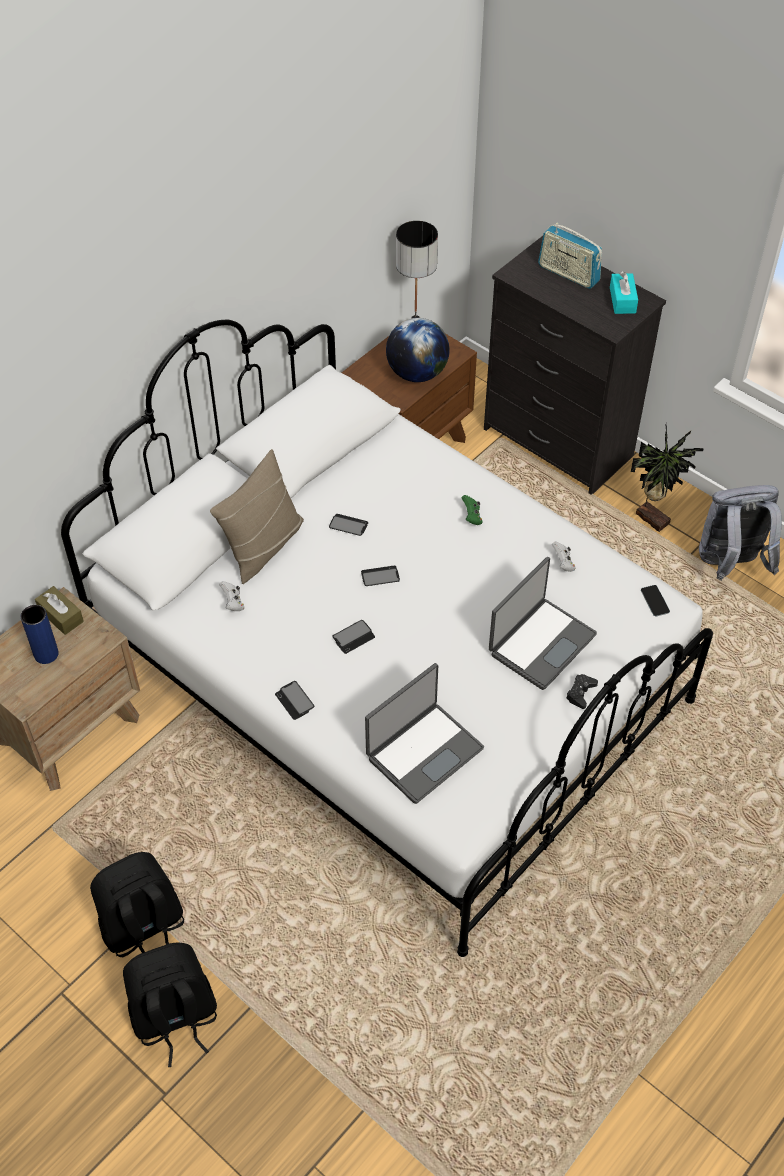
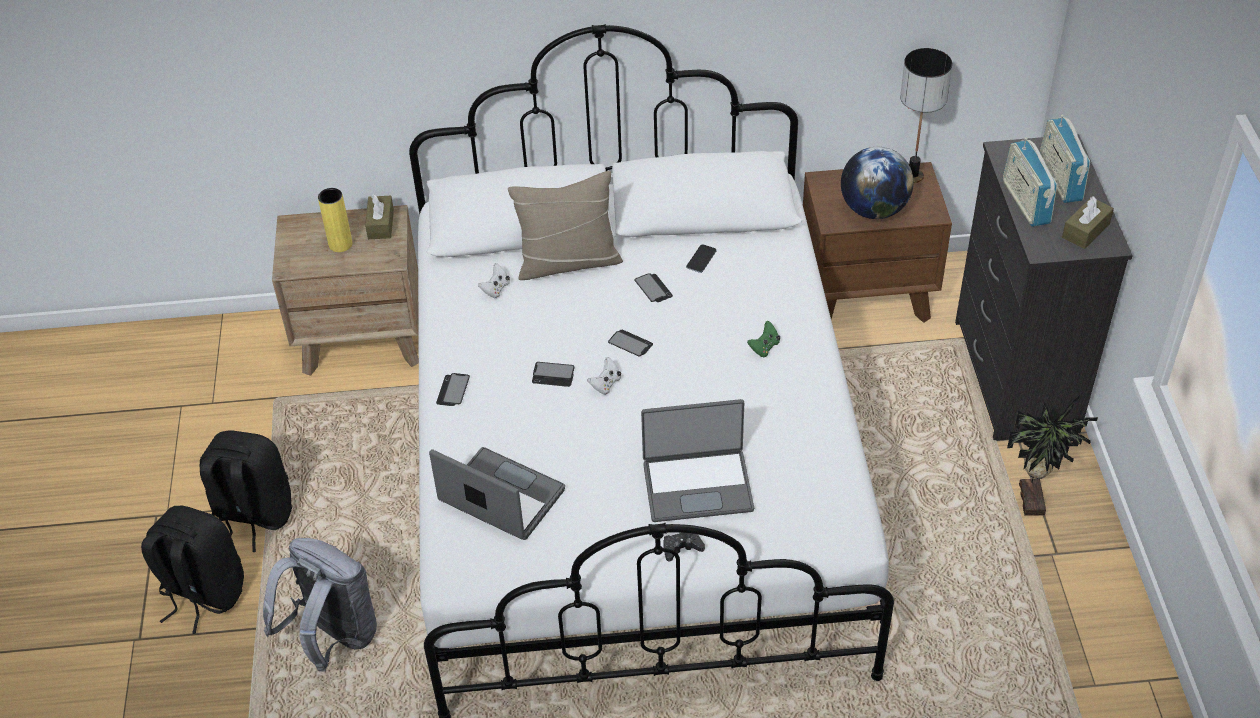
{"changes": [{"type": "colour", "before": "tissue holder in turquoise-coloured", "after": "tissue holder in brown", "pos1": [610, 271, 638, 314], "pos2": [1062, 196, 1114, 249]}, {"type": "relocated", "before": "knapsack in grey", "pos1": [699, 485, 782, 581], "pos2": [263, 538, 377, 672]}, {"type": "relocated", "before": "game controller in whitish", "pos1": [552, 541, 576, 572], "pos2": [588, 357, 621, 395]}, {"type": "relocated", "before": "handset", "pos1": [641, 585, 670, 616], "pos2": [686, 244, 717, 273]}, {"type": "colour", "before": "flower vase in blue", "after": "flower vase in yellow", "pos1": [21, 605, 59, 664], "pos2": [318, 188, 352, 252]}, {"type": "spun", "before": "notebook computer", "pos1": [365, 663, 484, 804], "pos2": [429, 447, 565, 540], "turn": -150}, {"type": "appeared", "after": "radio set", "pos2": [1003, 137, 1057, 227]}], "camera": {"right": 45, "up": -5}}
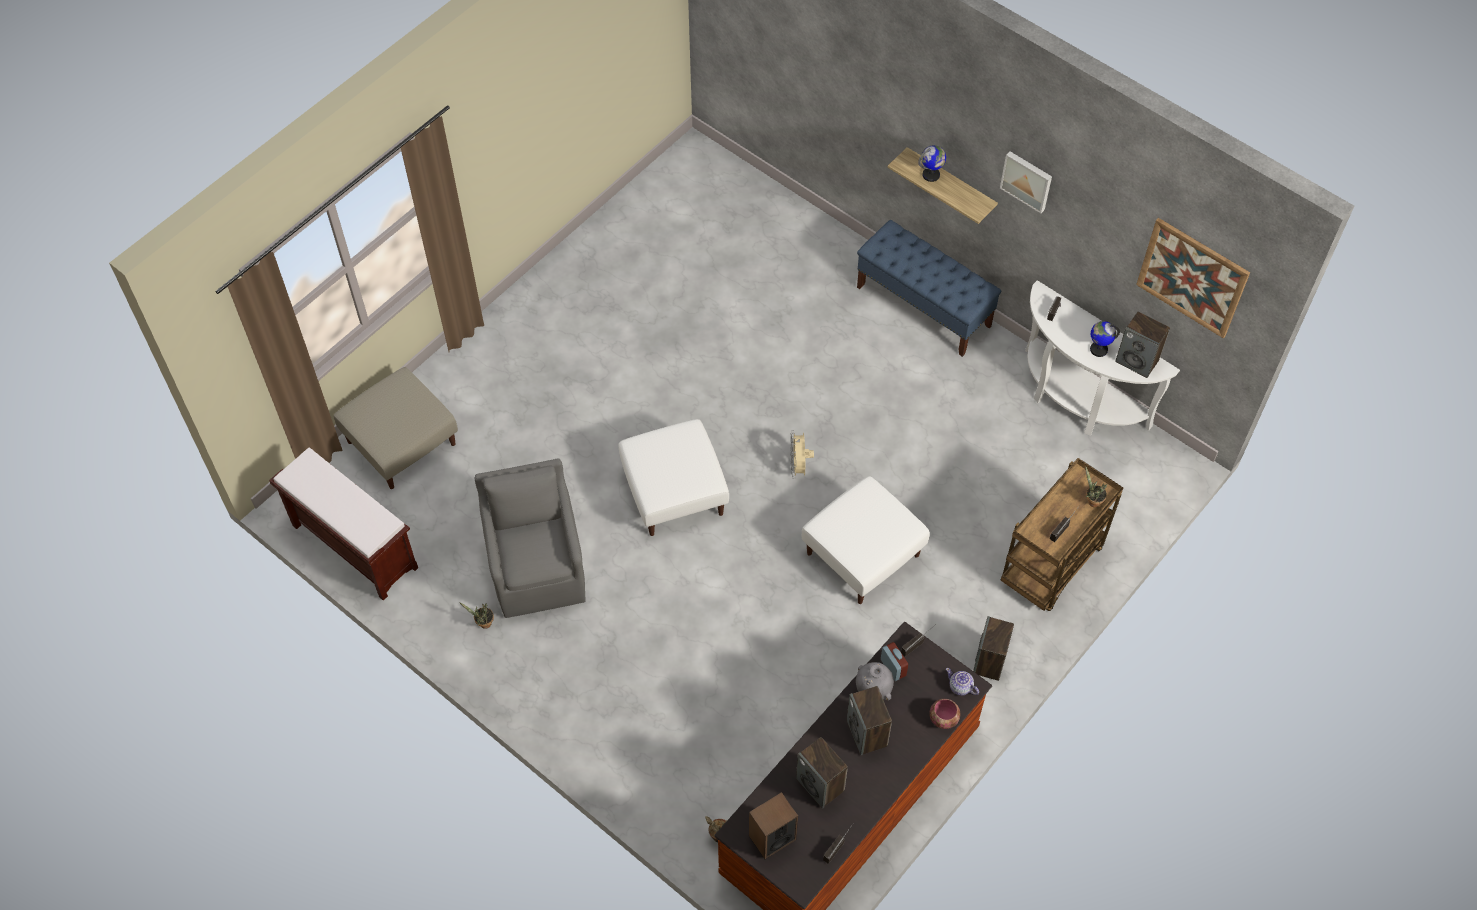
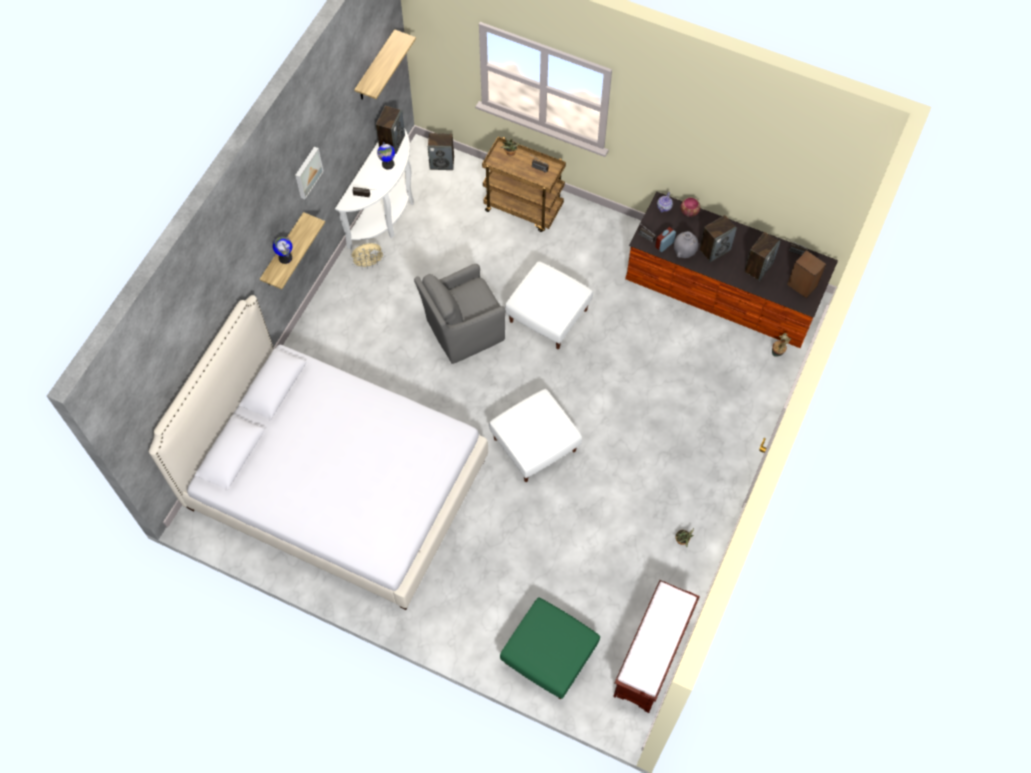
{"changes": [{"type": "exchanged", "before": "wall art", "after": "bracket shelf", "pos1": [1136, 218, 1250, 338], "pos2": [354, 29, 416, 99]}, {"type": "missing", "before": "bench in blue", "pos1": [857, 220, 1002, 357]}, {"type": "colour", "before": "ottoman in sand-coloured", "after": "ottoman in greenish", "pos1": [333, 367, 458, 489], "pos2": [500, 597, 600, 699]}, {"type": "relocated", "before": "electric fan in sand-coloured", "pos1": [790, 430, 814, 479], "pos2": [351, 243, 385, 269]}, {"type": "relocated", "before": "easy chair in grey", "pos1": [475, 458, 586, 618], "pos2": [414, 264, 506, 364]}, {"type": "relocated", "before": "loudspeaker", "pos1": [973, 616, 1014, 681], "pos2": [428, 133, 454, 170]}, {"type": "appeared", "after": "bedroom bed in whitish", "pos2": [149, 295, 488, 610]}], "camera": {"right": -105, "up": 5}}
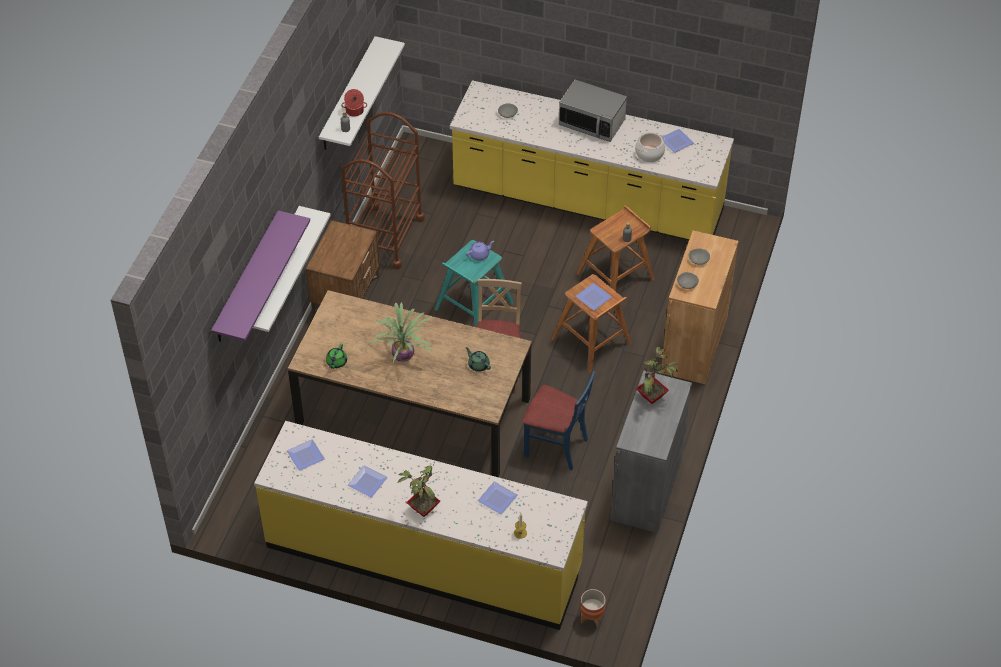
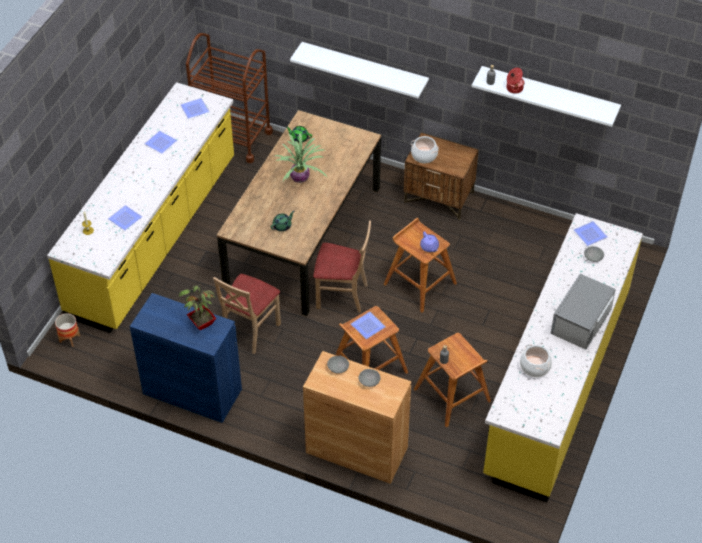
{"changes": [{"type": "relocated", "before": "trolley in brown", "pos1": [341, 112, 425, 269], "pos2": [186, 33, 273, 163]}, {"type": "relocated", "before": "plate", "pos1": [662, 129, 694, 153], "pos2": [574, 221, 607, 246]}, {"type": "missing", "before": "bracket shelf in purple-coloured", "pos1": [211, 211, 310, 342]}, {"type": "colour", "before": "stool seat in turquoise-coloured", "after": "stool seat in brown", "pos1": [435, 240, 514, 327], "pos2": [384, 218, 457, 312]}, {"type": "colour", "before": "upright chair in blue", "after": "upright chair in sand-coloured", "pos1": [522, 371, 595, 470], "pos2": [213, 274, 281, 354]}, {"type": "colour", "before": "cabinet in grey", "after": "cabinet in blue", "pos1": [610, 371, 692, 533], "pos2": [130, 293, 242, 423]}, {"type": "missing", "before": "plant in a pot", "pos1": [397, 463, 440, 517]}, {"type": "appeared", "after": "cooking pot", "pos2": [411, 136, 439, 163]}], "camera": {"right": 95, "up": 0}}
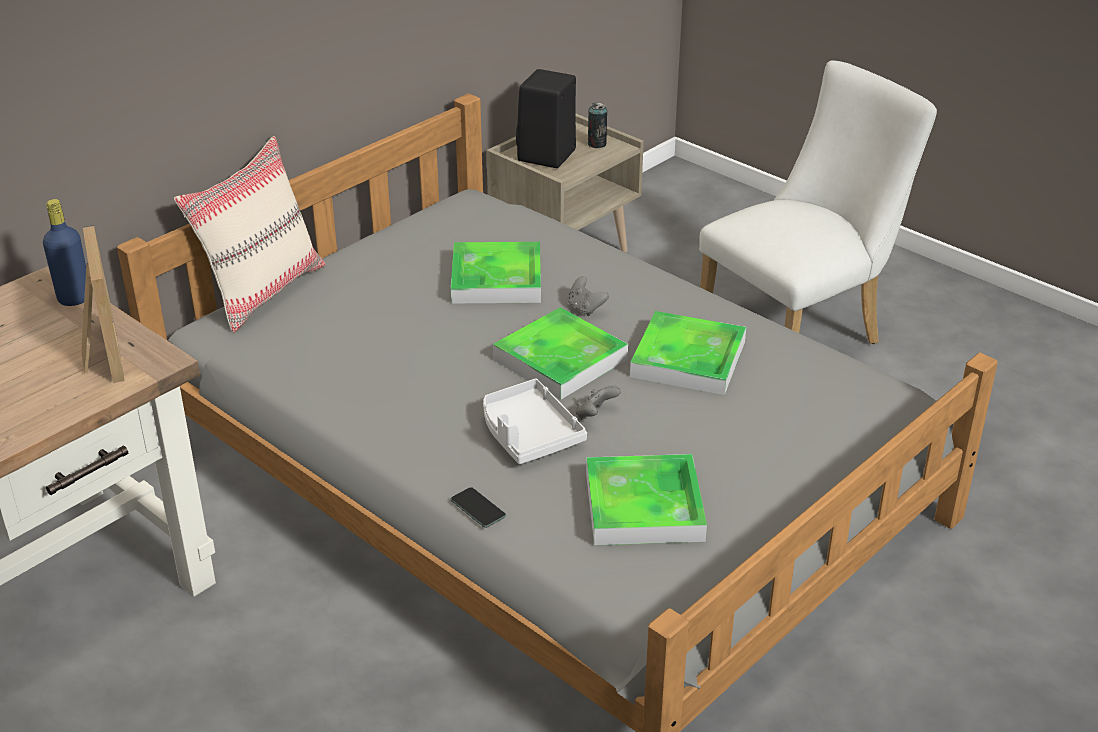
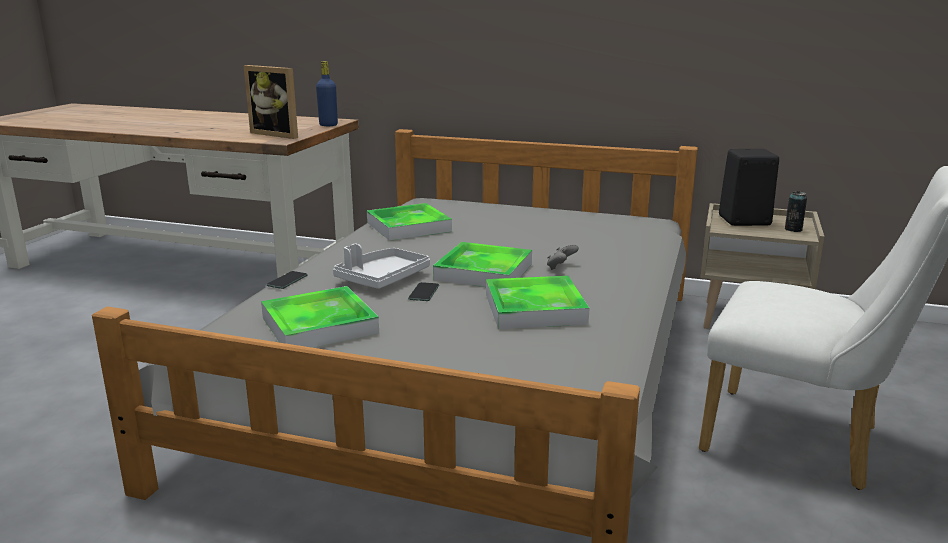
{"changes": [{"type": "missing", "before": "pillow in sand-coloured", "pos1": [174, 136, 325, 333]}, {"type": "spun", "before": "picture frame", "pos1": [81, 225, 125, 383], "pos2": [243, 65, 298, 139], "turn": 75}, {"type": "relocated", "before": "carrying tray", "pos1": [451, 242, 541, 303], "pos2": [367, 203, 452, 241]}, {"type": "exchanged", "before": "game controller in grey", "after": "handset", "pos1": [576, 386, 621, 420], "pos2": [408, 282, 439, 301]}], "camera": {"right": 65, "up": -15}}
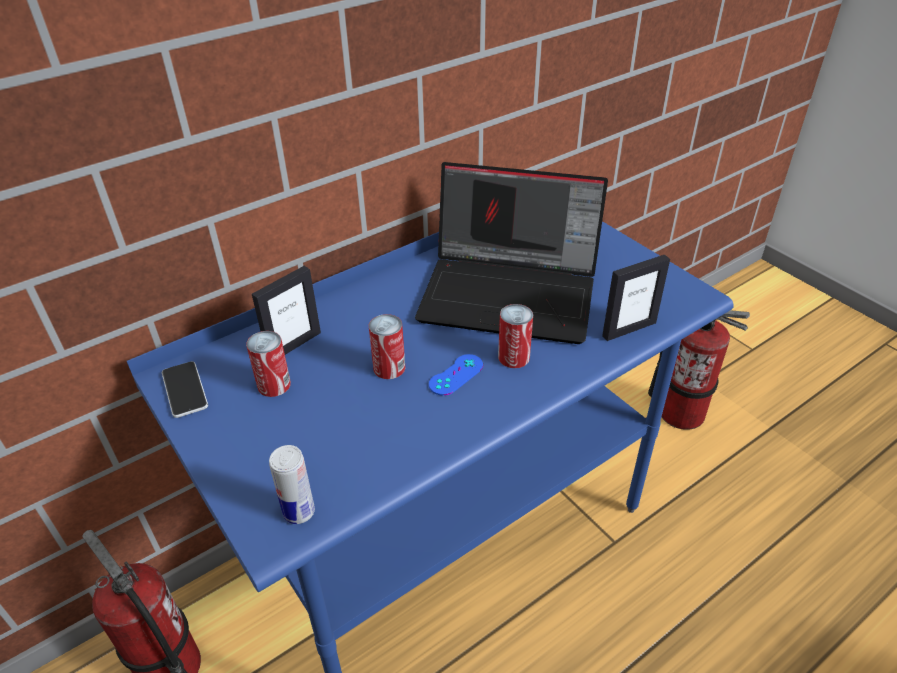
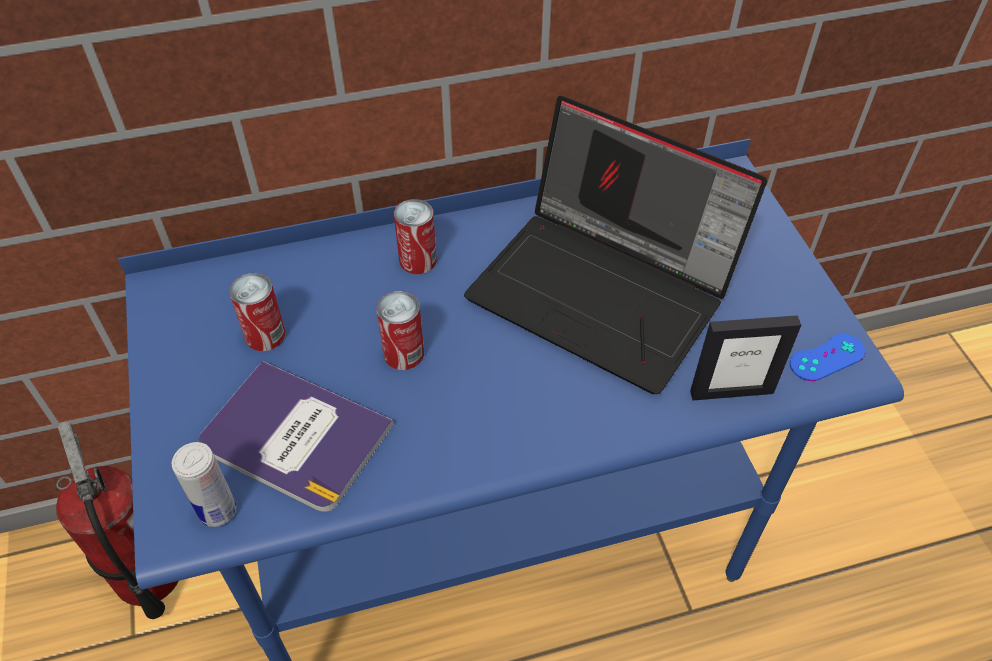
{"changes": [{"type": "missing", "before": "picture frame", "pos1": [252, 266, 321, 355]}, {"type": "relocated", "before": "can", "pos1": [498, 304, 533, 368], "pos2": [394, 199, 437, 274]}, {"type": "missing", "before": "extinguisher", "pos1": [648, 310, 750, 430]}, {"type": "relocated", "before": "game controller in blue", "pos1": [429, 354, 483, 396], "pos2": [790, 334, 865, 381]}, {"type": "missing", "before": "handset", "pos1": [162, 361, 208, 418]}, {"type": "appeared", "after": "book", "pos2": [198, 361, 393, 512]}], "camera": {"right": 20, "up": 10}}
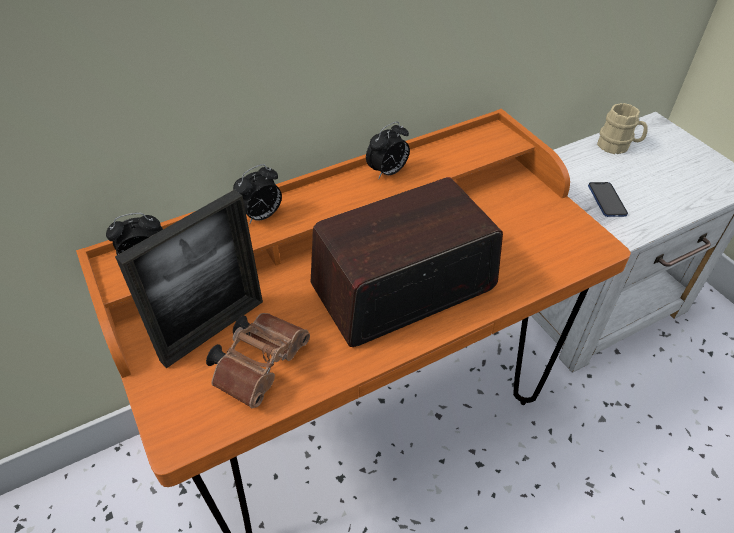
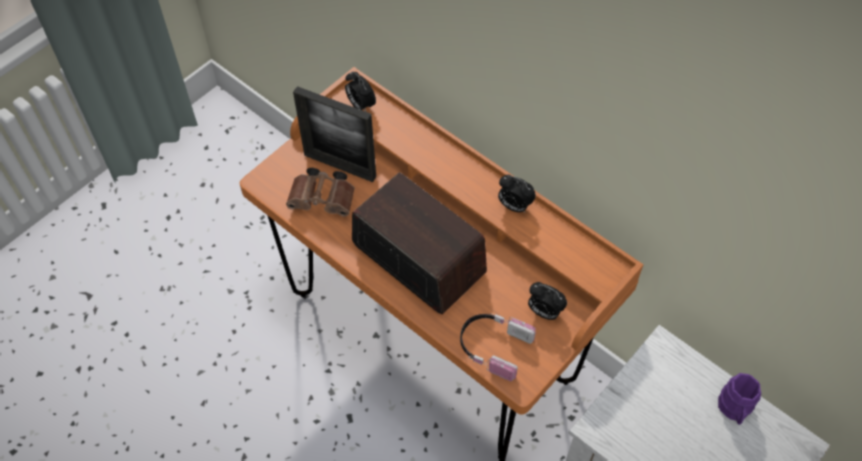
{"changes": [{"type": "colour", "before": "coffee mug in sand-coloured", "after": "coffee mug in purple-coloured", "pos1": [597, 103, 648, 154], "pos2": [718, 373, 761, 425]}, {"type": "relocated", "before": "alarm clock", "pos1": [233, 164, 282, 224], "pos2": [528, 282, 567, 320]}, {"type": "missing", "before": "handset", "pos1": [588, 182, 628, 217]}, {"type": "appeared", "after": "headphones", "pos2": [460, 313, 536, 381]}], "camera": {"right": 70, "up": 10}}
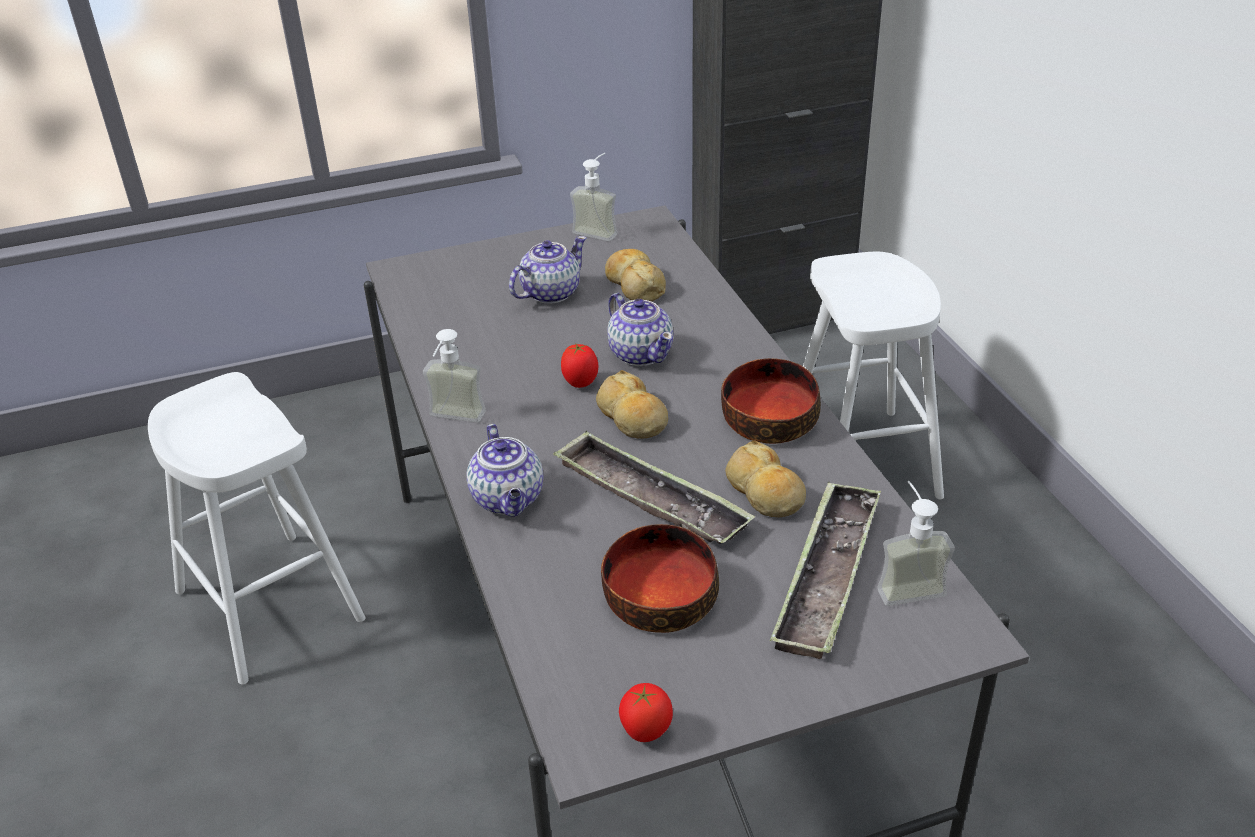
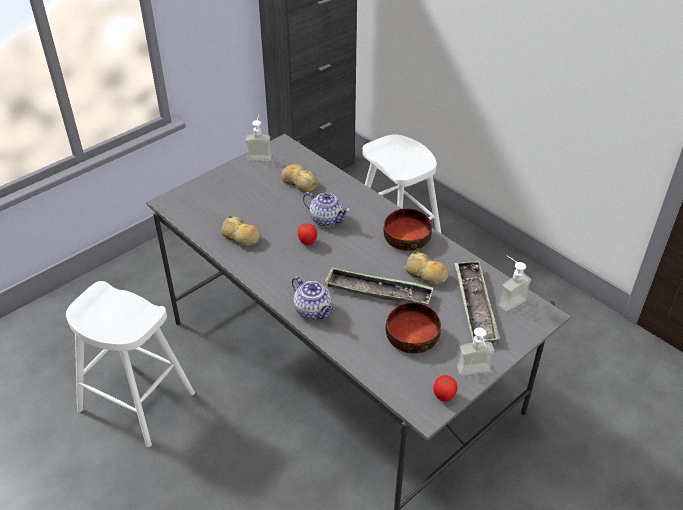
{"changes": [{"type": "missing", "before": "tea pot", "pos1": [509, 236, 587, 304]}, {"type": "relocated", "before": "soap dispenser", "pos1": [423, 329, 486, 423], "pos2": [457, 327, 494, 376]}, {"type": "relocated", "before": "bread", "pos1": [596, 370, 668, 439], "pos2": [220, 216, 261, 247]}], "camera": {"right": -25, "up": 5}}
